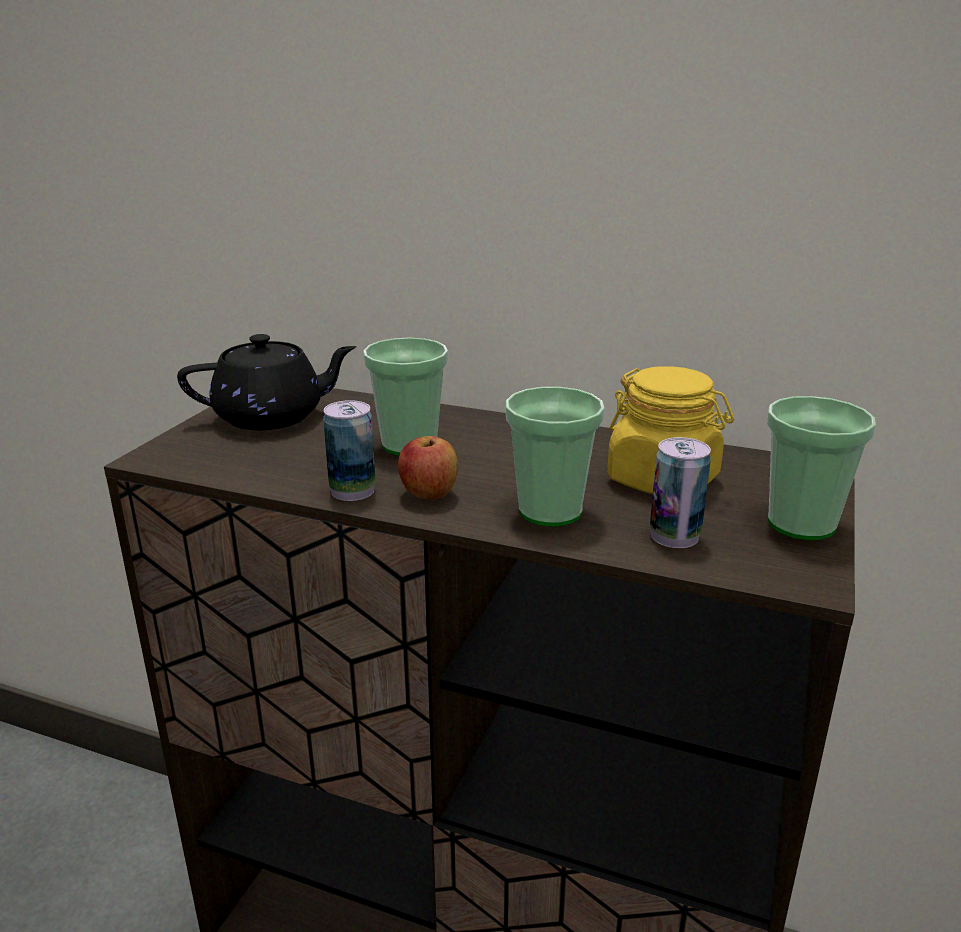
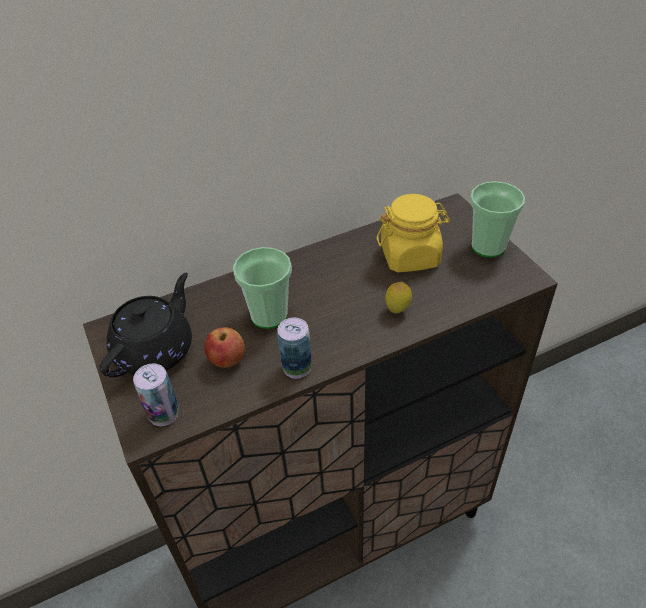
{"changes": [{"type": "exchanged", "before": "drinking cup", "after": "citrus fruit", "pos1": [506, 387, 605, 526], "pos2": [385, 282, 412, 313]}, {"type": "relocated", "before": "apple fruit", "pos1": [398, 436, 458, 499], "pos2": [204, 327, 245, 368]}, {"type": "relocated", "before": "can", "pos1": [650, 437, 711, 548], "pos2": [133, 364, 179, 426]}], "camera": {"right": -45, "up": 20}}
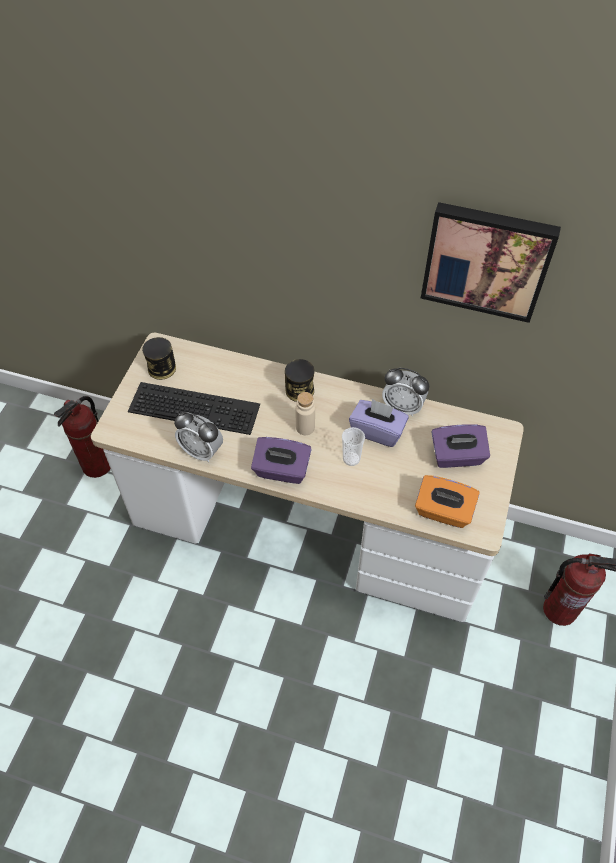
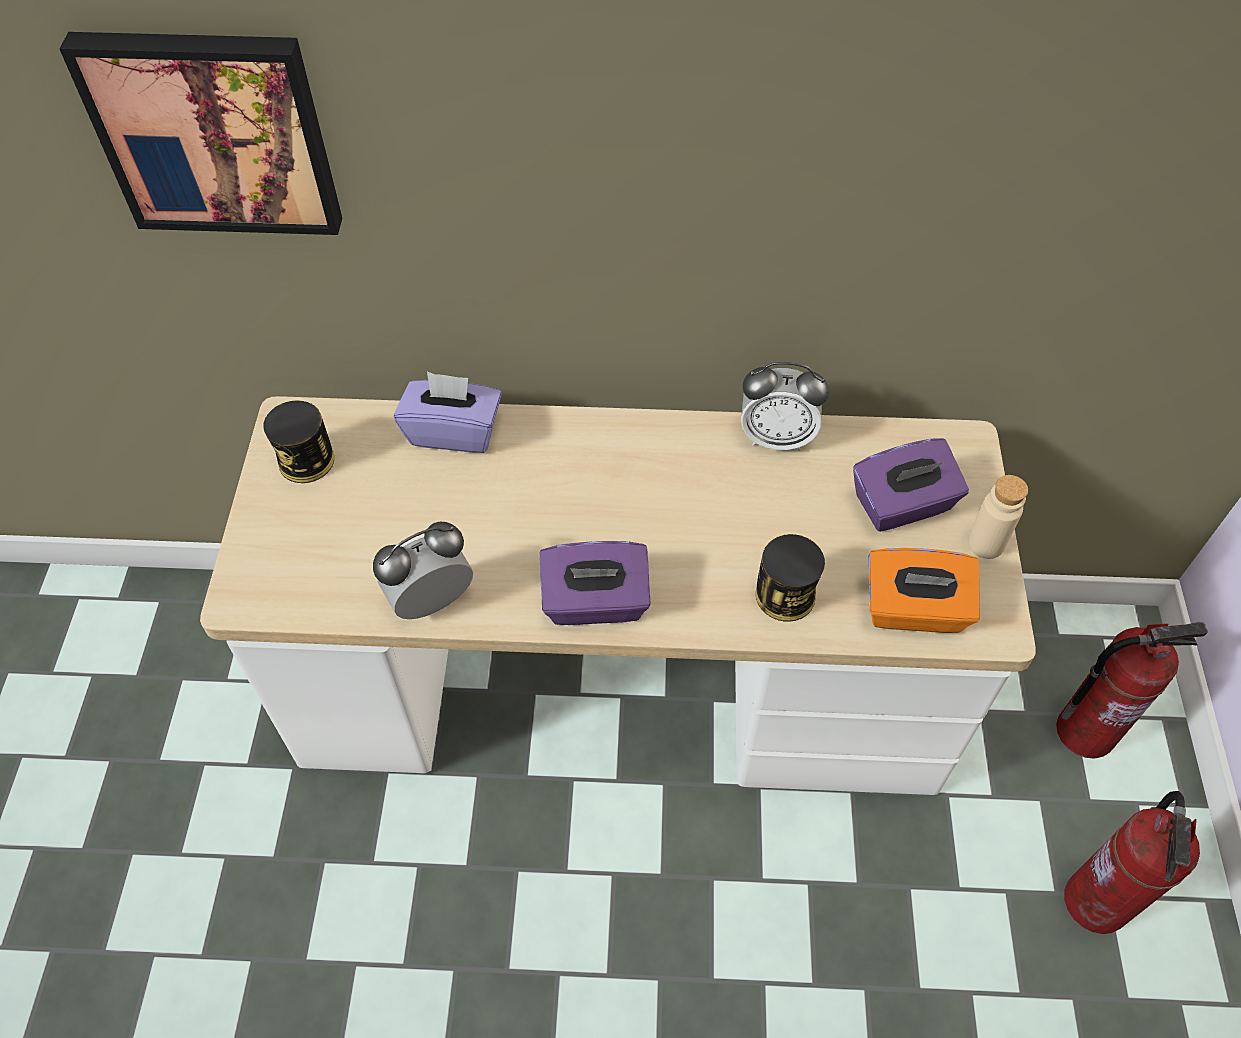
{"changes": [{"type": "relocated", "before": "wall art", "pos1": [421, 202, 561, 323], "pos2": [59, 32, 342, 235]}, {"type": "relocated", "before": "can", "pos1": [285, 359, 315, 402], "pos2": [756, 534, 825, 622]}, {"type": "missing", "before": "keyboard", "pos1": [128, 382, 260, 435]}, {"type": "relocated", "before": "beverage bottle in sand-coloured", "pos1": [295, 392, 315, 435], "pos2": [967, 475, 1028, 559]}, {"type": "relocated", "before": "extinguisher", "pos1": [54, 396, 111, 478], "pos2": [1064, 791, 1200, 934]}, {"type": "relocated", "before": "tissue holder in purple-coloured", "pos1": [349, 399, 409, 447], "pos2": [394, 372, 502, 453]}, {"type": "spun", "before": "alarm clock", "pos1": [174, 412, 223, 462], "pos2": [373, 522, 473, 619], "turn": 135}, {"type": "missing", "before": "drinking cup", "pos1": [342, 427, 365, 466]}], "camera": {"right": -15, "up": 0}}
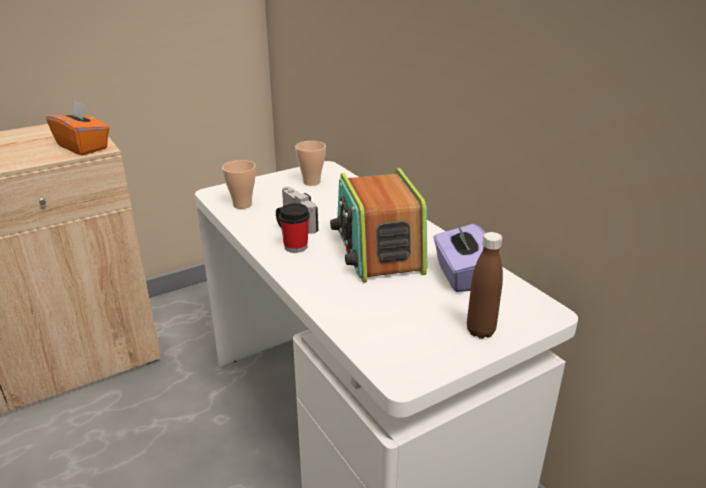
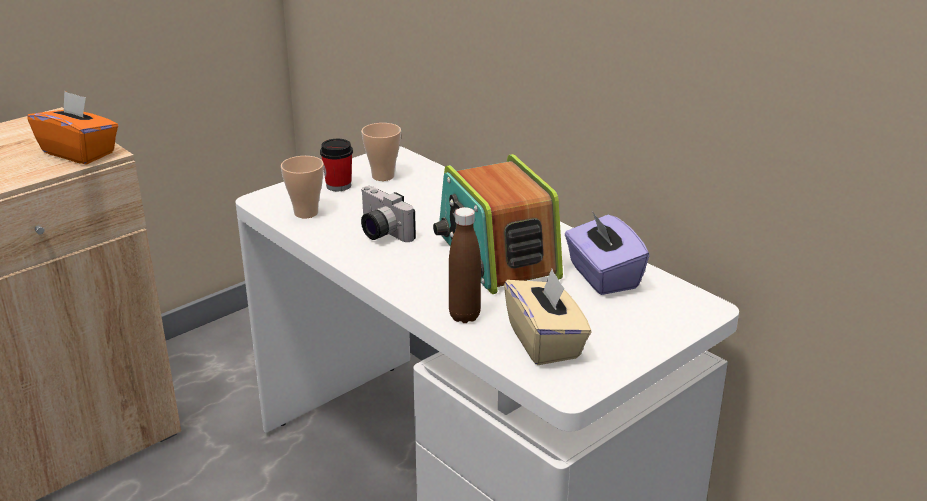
{"changes": [{"type": "relocated", "before": "drinking cup", "pos1": [279, 203, 310, 253], "pos2": [320, 139, 353, 191]}, {"type": "relocated", "before": "beverage bottle in brown", "pos1": [467, 232, 503, 339], "pos2": [449, 207, 481, 323]}, {"type": "appeared", "after": "tissue holder in sand-coloured", "pos2": [504, 269, 591, 365]}], "camera": {"right": -10, "up": 0}}
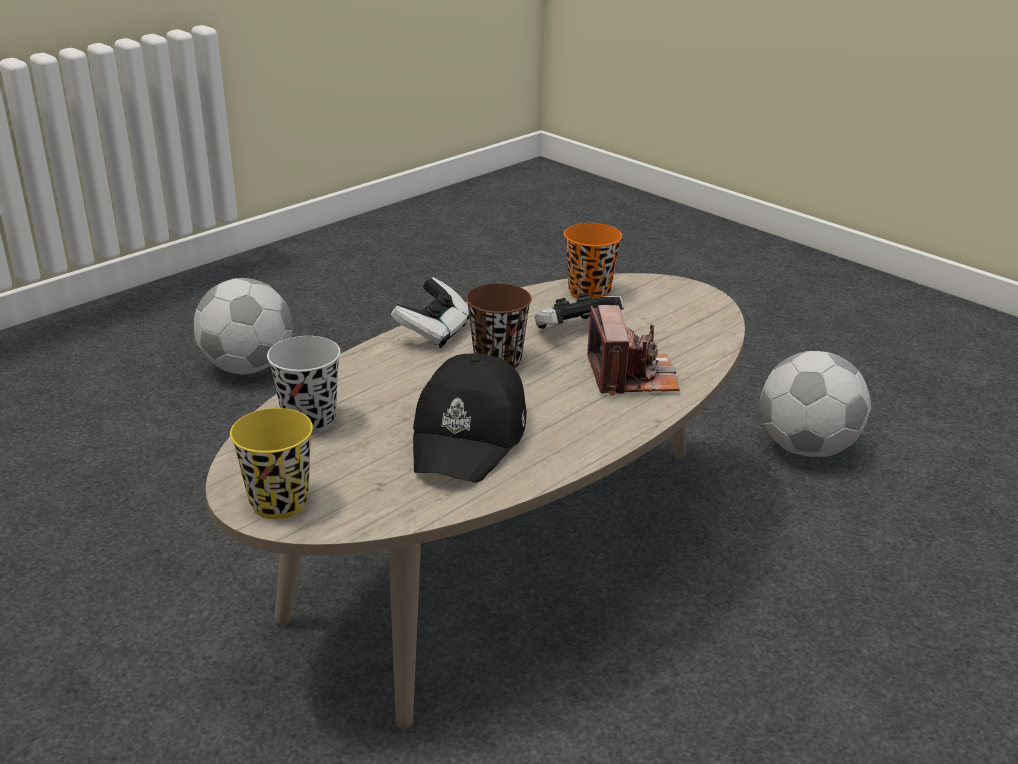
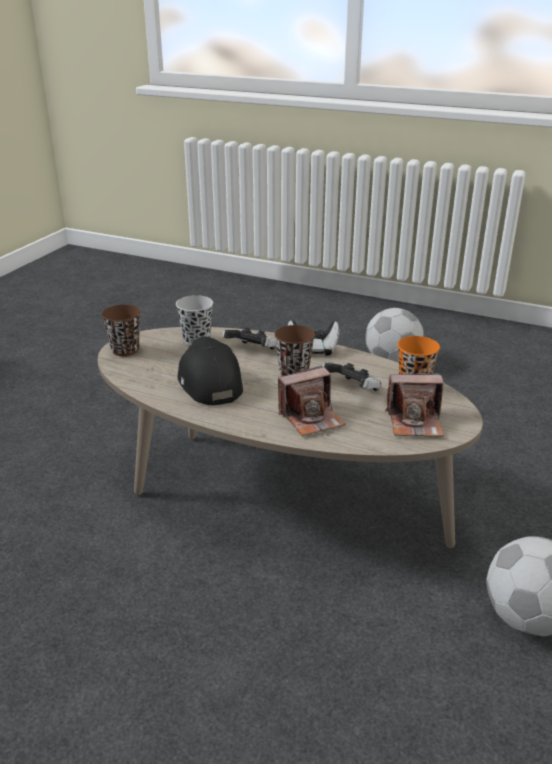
{"changes": [{"type": "spun", "before": "cap in black-coloured", "pos1": [413, 354, 526, 483], "pos2": [177, 336, 243, 406], "turn": 75}, {"type": "colour", "before": "drinking cup in yellow", "after": "drinking cup in brown", "pos1": [230, 408, 313, 519], "pos2": [101, 305, 141, 356]}, {"type": "appeared", "after": "game controller", "pos2": [223, 328, 277, 350]}, {"type": "appeared", "after": "photo camera", "pos2": [385, 373, 444, 437]}], "camera": {"right": 70, "up": 0}}
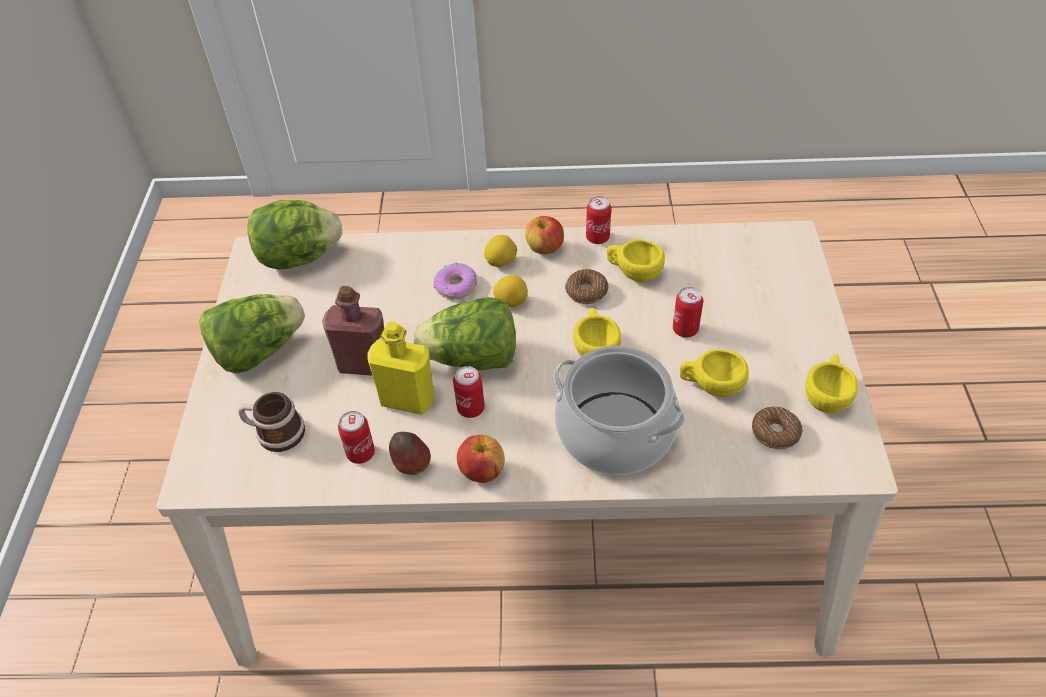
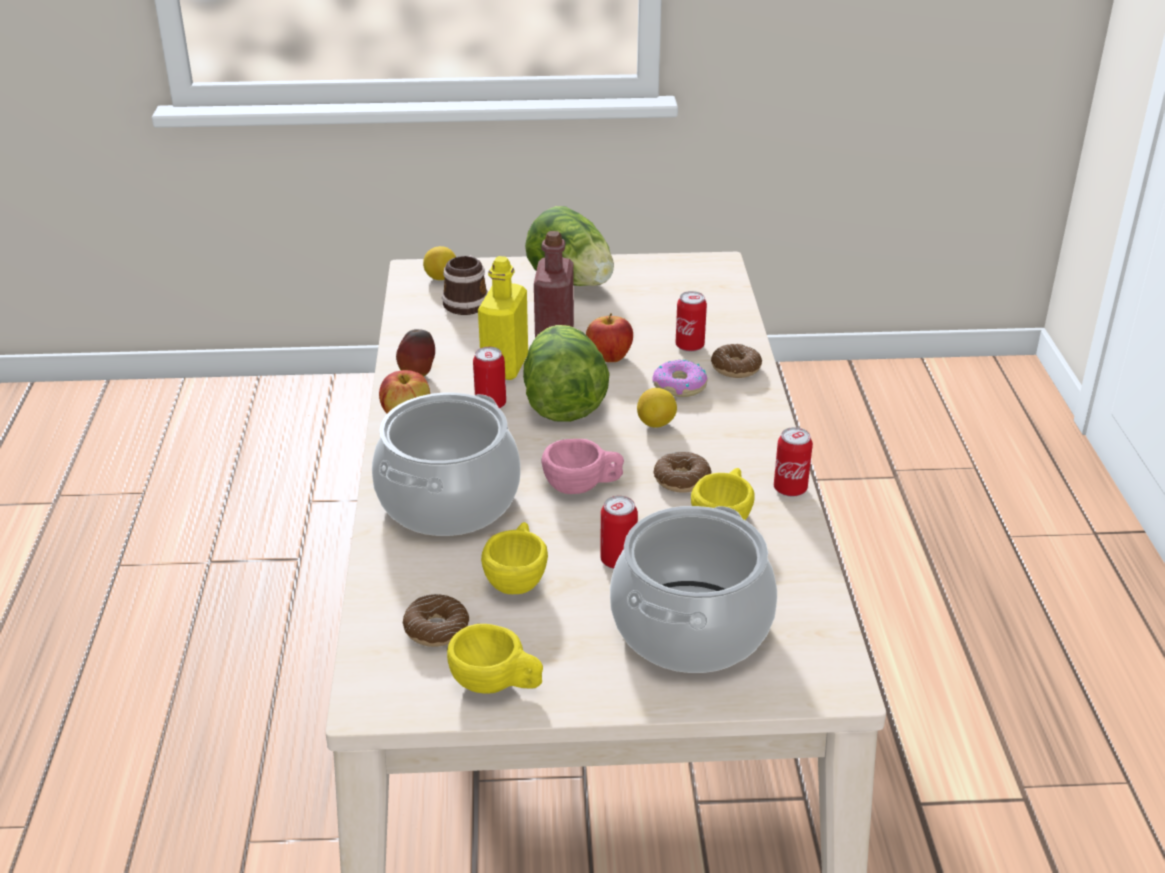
{"changes": [{"type": "missing", "before": "lettuce head", "pos1": [247, 200, 342, 269]}, {"type": "relocated", "before": "apple fruit", "pos1": [525, 216, 564, 255], "pos2": [586, 313, 633, 362]}, {"type": "relocated", "before": "citrus fruit", "pos1": [484, 235, 517, 267], "pos2": [423, 246, 456, 280]}, {"type": "colour", "before": "drinking cup in yellow", "after": "drinking cup in pink-coloured", "pos1": [573, 307, 621, 356], "pos2": [541, 439, 624, 494]}, {"type": "relocated", "before": "can", "pos1": [338, 411, 375, 464], "pos2": [675, 291, 707, 352]}, {"type": "appeared", "after": "donut", "pos2": [711, 344, 762, 378]}, {"type": "appeared", "after": "cooking pot", "pos2": [610, 506, 777, 673]}], "camera": {"right": 85, "up": -15}}
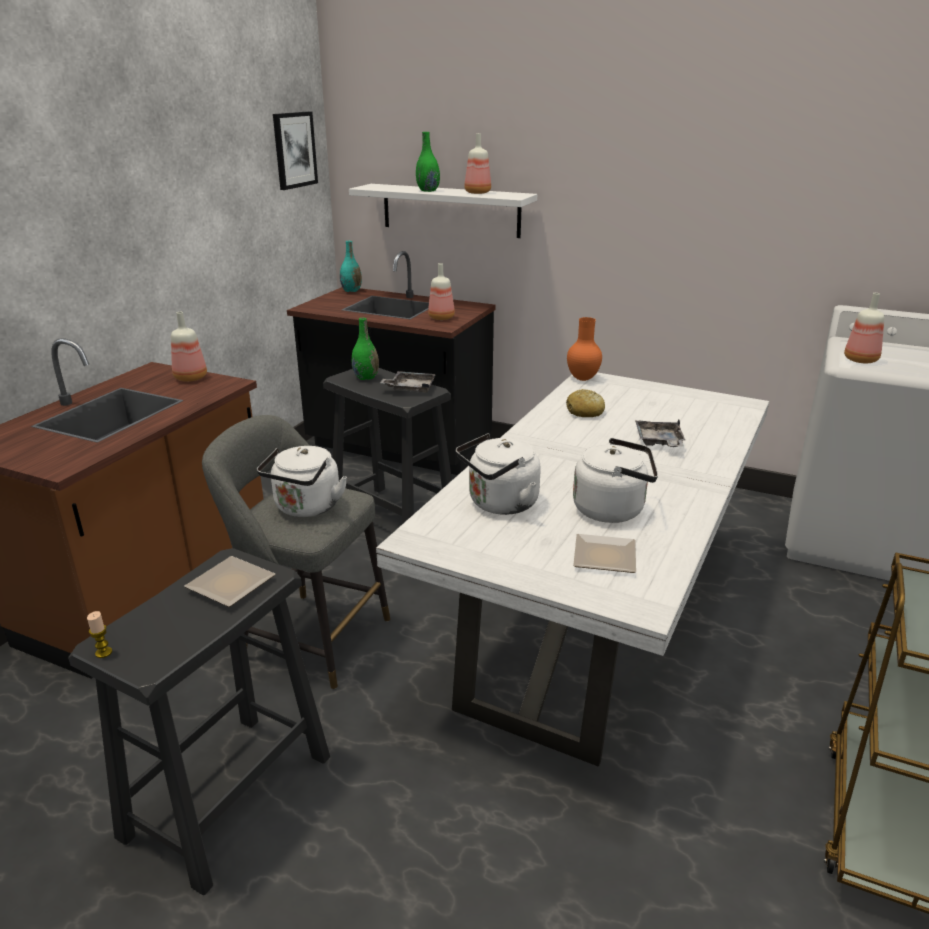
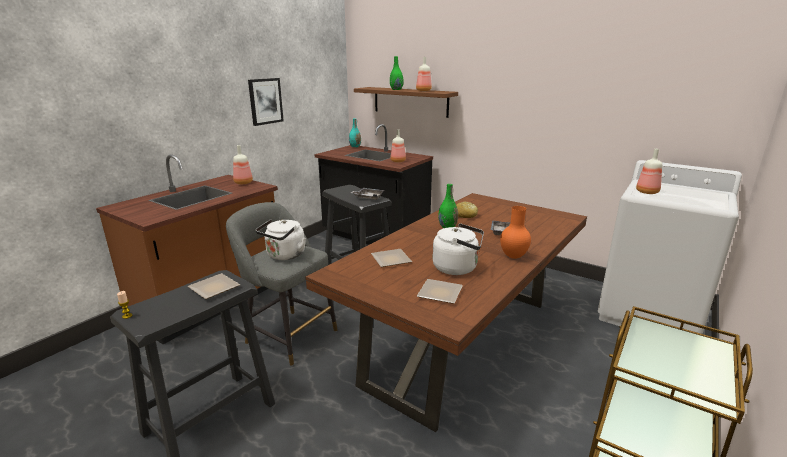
{"changes": [{"type": "relocated", "before": "wall art", "pos1": [273, 111, 318, 190], "pos2": [248, 78, 284, 126]}, {"type": "colour", "before": "bracket shelf in whitish", "after": "bracket shelf in brown", "pos1": [349, 184, 537, 238], "pos2": [354, 87, 458, 118]}, {"type": "relocated", "before": "flower vase in orange-coloured", "pos1": [567, 317, 602, 381], "pos2": [500, 206, 531, 259]}, {"type": "relocated", "before": "flower vase in greenish", "pos1": [352, 318, 379, 380], "pos2": [438, 184, 458, 228]}, {"type": "colour", "before": "dining table in whitish", "after": "dining table in brown", "pos1": [376, 372, 769, 767], "pos2": [305, 193, 587, 432]}, {"type": "exchanged", "before": "water kettle in whitish", "after": "plate", "pos1": [456, 433, 541, 515], "pos2": [371, 249, 412, 267]}], "camera": {"right": 10, "up": -5}}
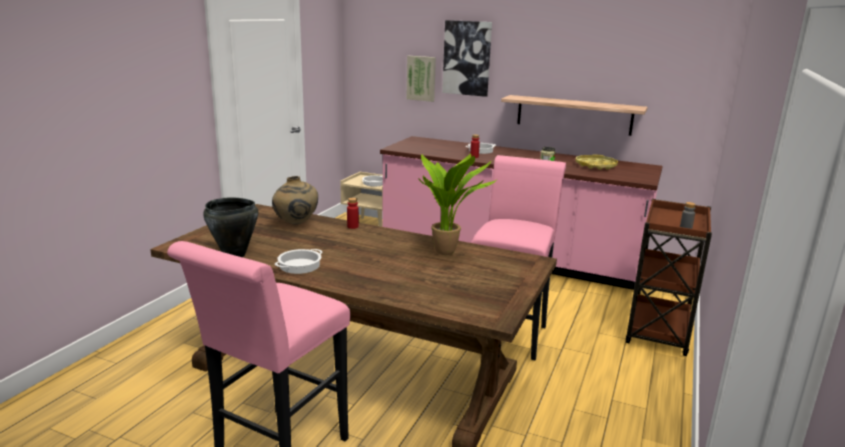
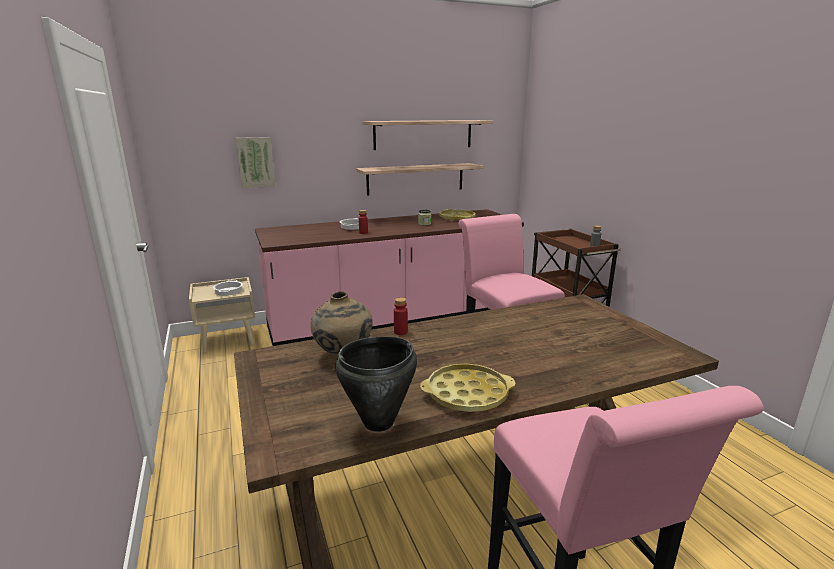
{"changes": [{"type": "missing", "before": "wall art", "pos1": [442, 20, 492, 97]}, {"type": "missing", "before": "plant in a pot", "pos1": [418, 154, 497, 255]}, {"type": "exchanged", "before": "cooking pot", "after": "carrying tray in yellow", "pos1": [275, 249, 322, 274], "pos2": [420, 364, 515, 412]}, {"type": "appeared", "after": "bracket shelf", "pos2": [363, 120, 493, 150]}], "camera": {"right": -45, "up": 0}}
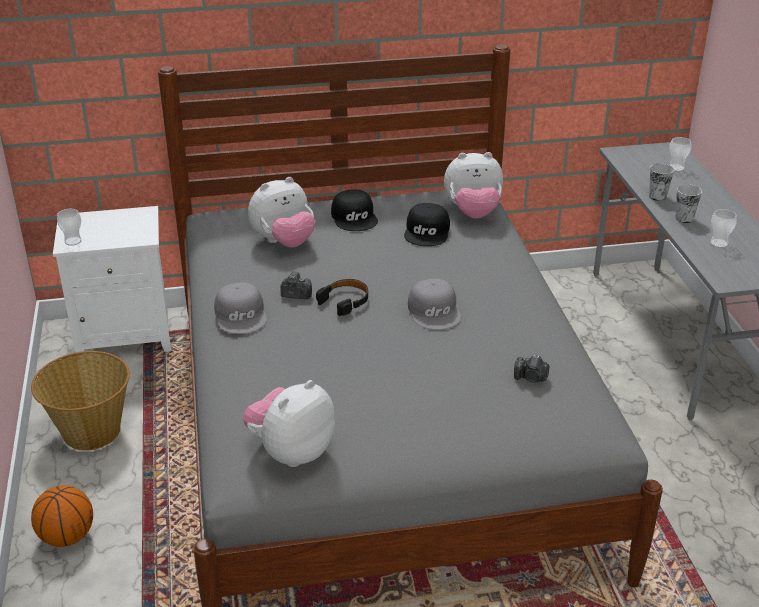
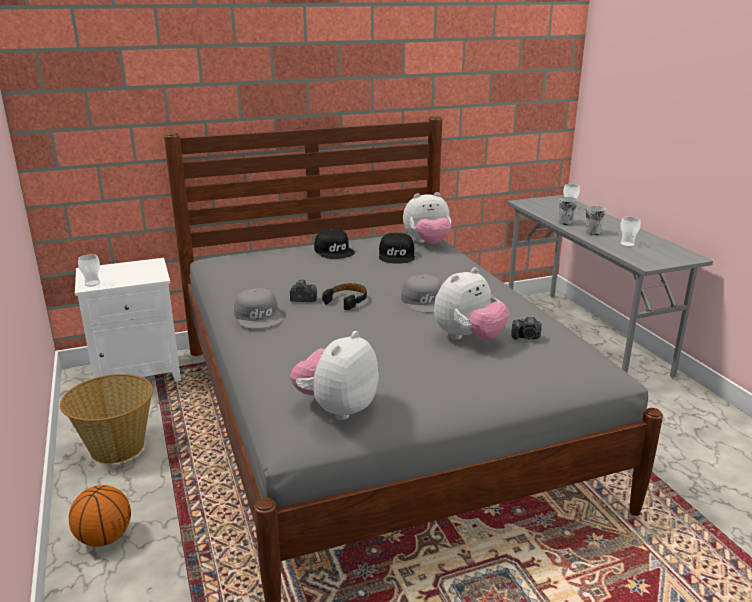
{"changes": [{"type": "relocated", "before": "soft toy", "pos1": [248, 177, 315, 247], "pos2": [434, 267, 509, 341]}], "camera": {"right": -10, "up": -10}}
